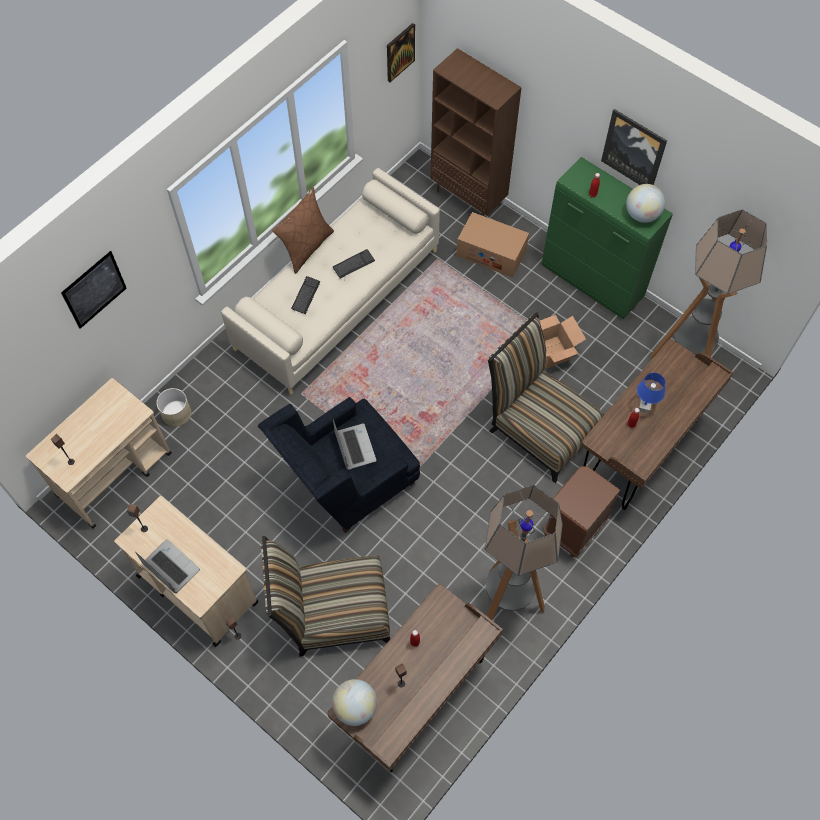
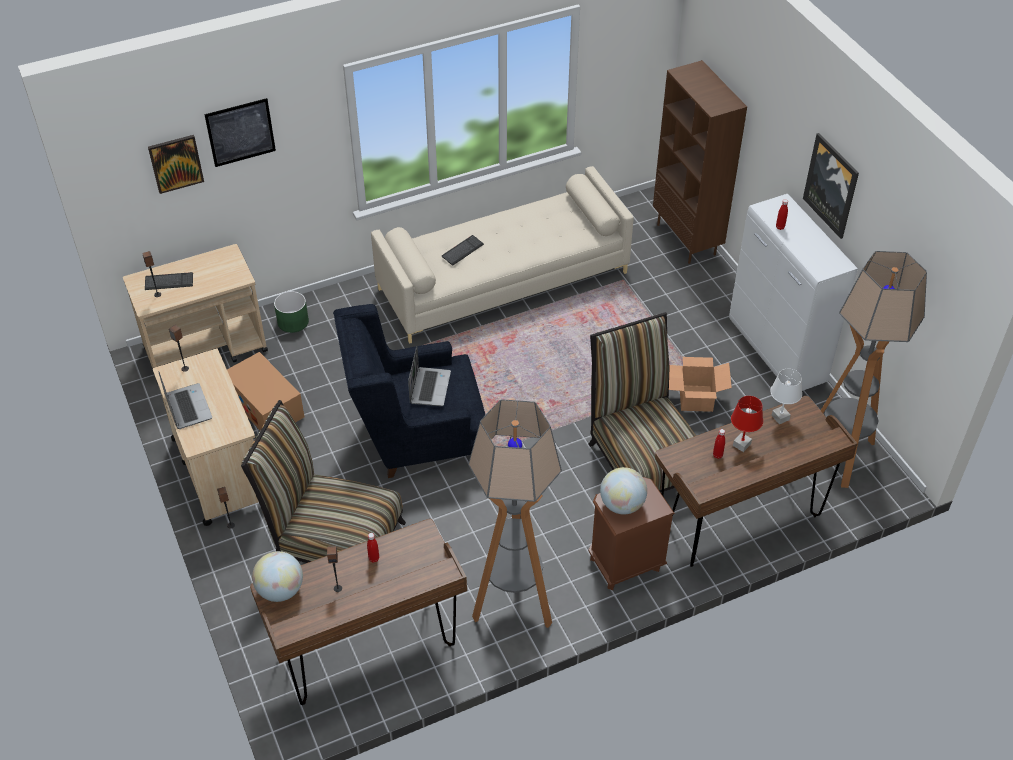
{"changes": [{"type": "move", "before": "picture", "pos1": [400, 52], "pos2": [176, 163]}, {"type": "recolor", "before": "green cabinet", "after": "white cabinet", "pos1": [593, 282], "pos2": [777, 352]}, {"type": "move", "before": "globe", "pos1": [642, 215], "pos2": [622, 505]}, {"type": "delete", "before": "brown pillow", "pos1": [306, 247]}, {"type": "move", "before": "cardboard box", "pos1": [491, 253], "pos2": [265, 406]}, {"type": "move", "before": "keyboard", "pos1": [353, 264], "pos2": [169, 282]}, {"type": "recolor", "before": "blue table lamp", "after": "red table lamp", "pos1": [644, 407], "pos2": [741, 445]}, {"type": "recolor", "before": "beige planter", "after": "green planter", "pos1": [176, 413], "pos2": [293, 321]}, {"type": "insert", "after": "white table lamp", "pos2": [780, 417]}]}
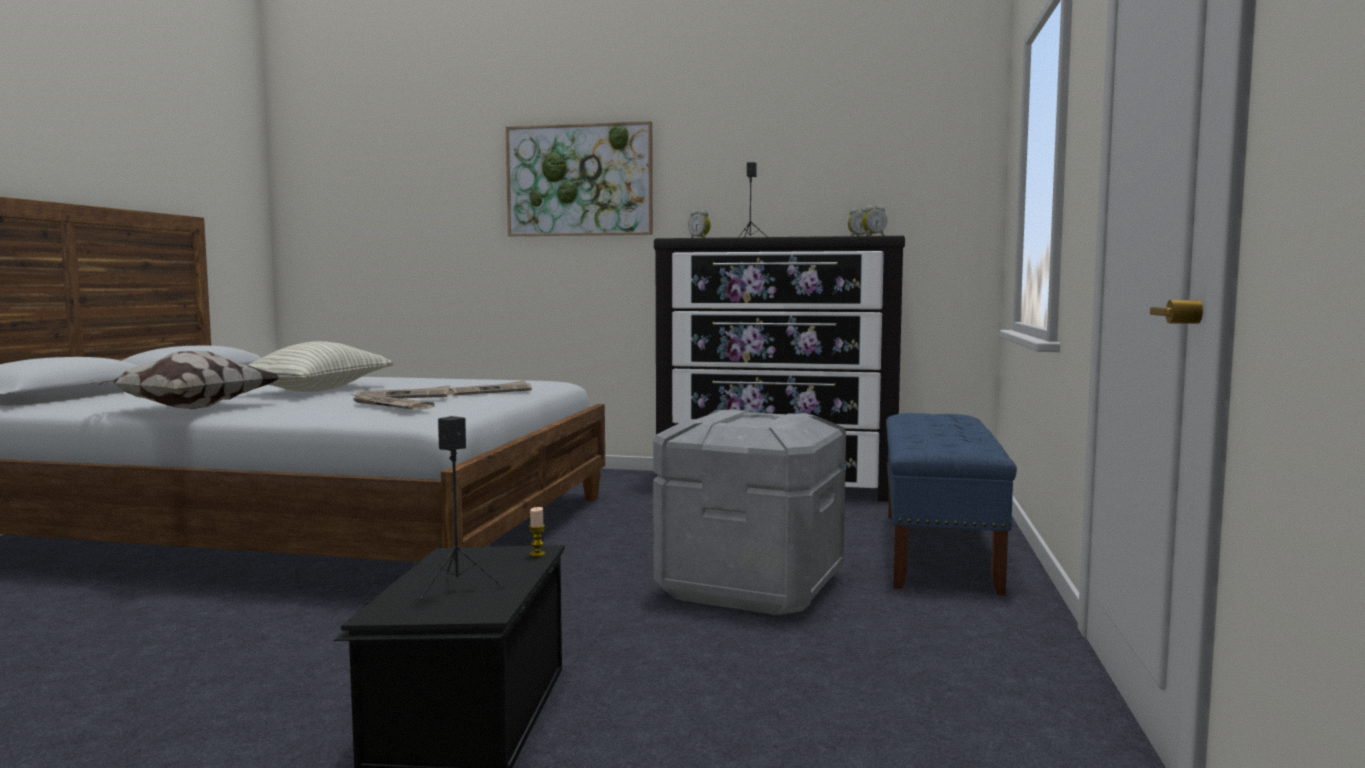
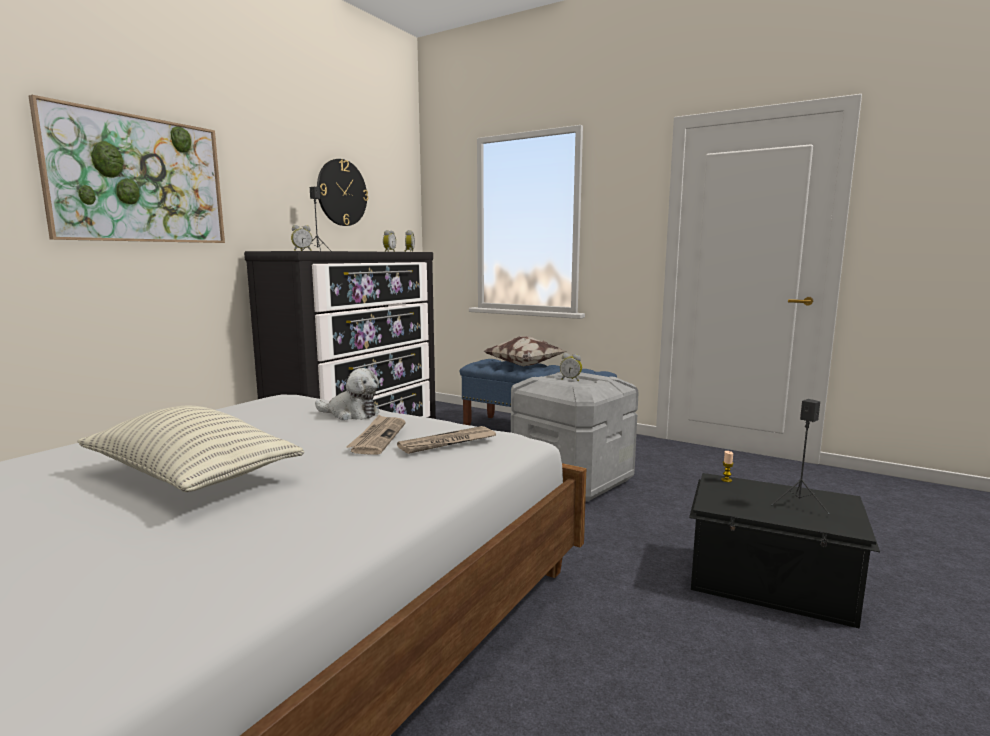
{"changes": [{"type": "move", "before": "pillow", "pos1": [189, 408], "pos2": [524, 366]}, {"type": "replace", "before": "newspaper", "after": "plush toy", "pos1": [490, 391], "pos2": [351, 414]}, {"type": "insert", "after": "wall clock", "pos2": [342, 192]}, {"type": "insert", "after": "alarm clock", "pos2": [571, 380]}]}
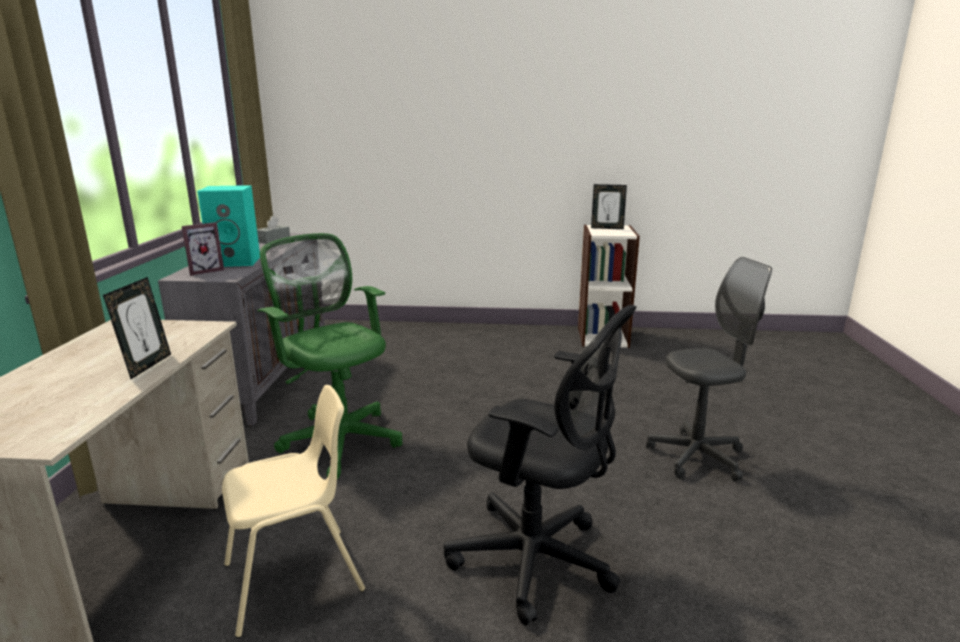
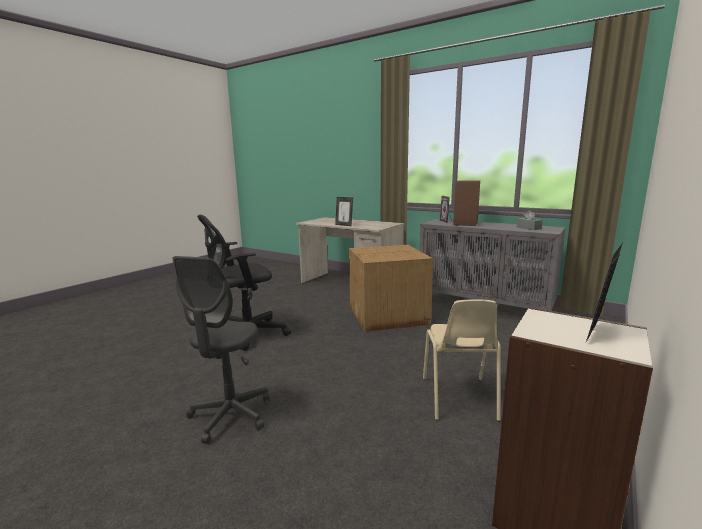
{"changes": [{"type": "recolor", "before": "turquoise speaker", "after": "brown speaker", "pos1": [237, 261], "pos2": [466, 224]}, {"type": "replace", "before": "green office chair", "after": "cardboard box", "pos1": [339, 438], "pos2": [389, 315]}, {"type": "move", "before": "beige chair", "pos1": [295, 579], "pos2": [458, 399]}]}
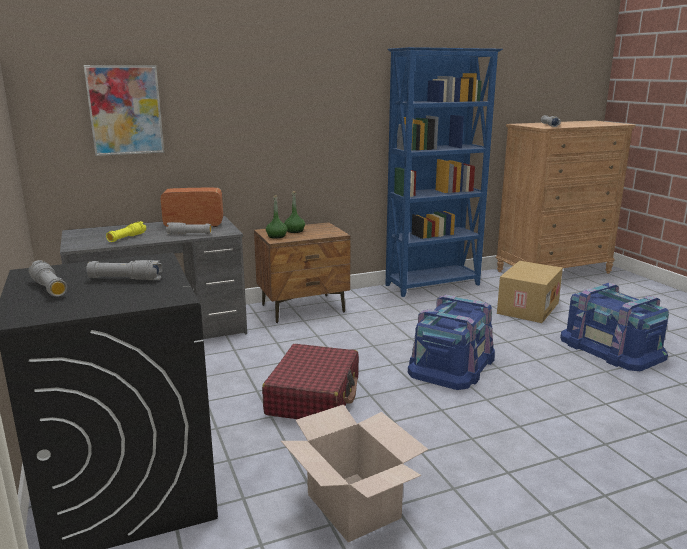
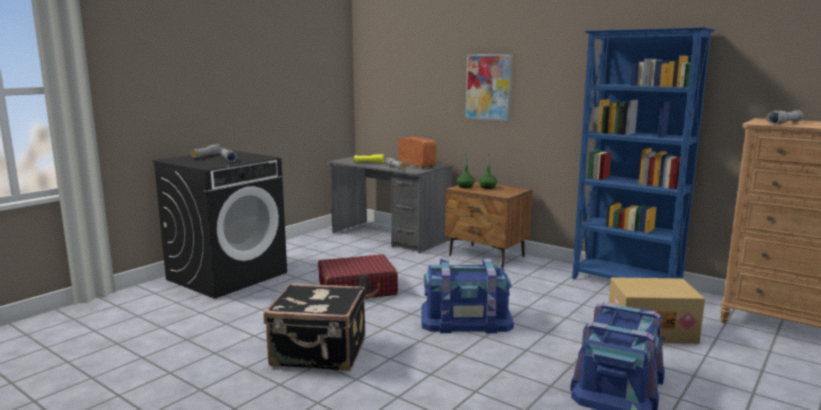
{"changes": [{"type": "move", "before": "picture", "pos1": [125, 110], "pos2": [488, 87]}, {"type": "delete", "before": "cardboard box", "pos1": [352, 506]}, {"type": "insert", "after": "black suitcase", "pos2": [319, 353]}]}
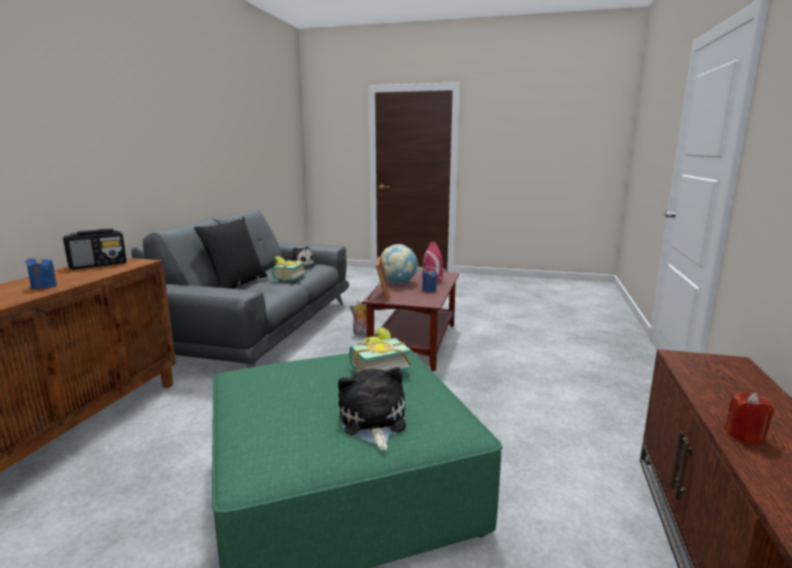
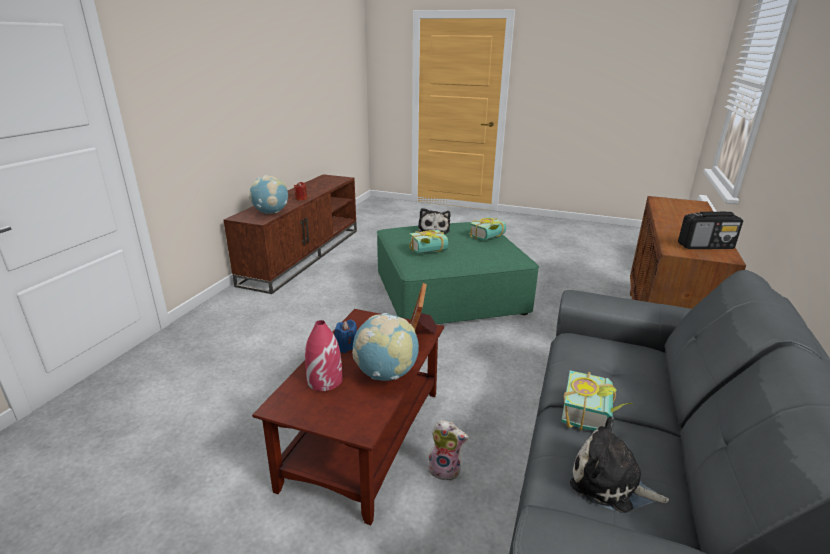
{"changes": [{"type": "delete", "before": "black pillow", "pos1": [236, 284]}, {"type": "rotate", "before": "radio", "pos1": [99, 265], "pos2": [706, 246], "turn": -150}, {"type": "delete", "before": "blue candle", "pos1": [44, 286]}, {"type": "insert", "after": "globe", "pos2": [271, 212]}, {"type": "insert", "after": "book", "pos2": [489, 237]}]}
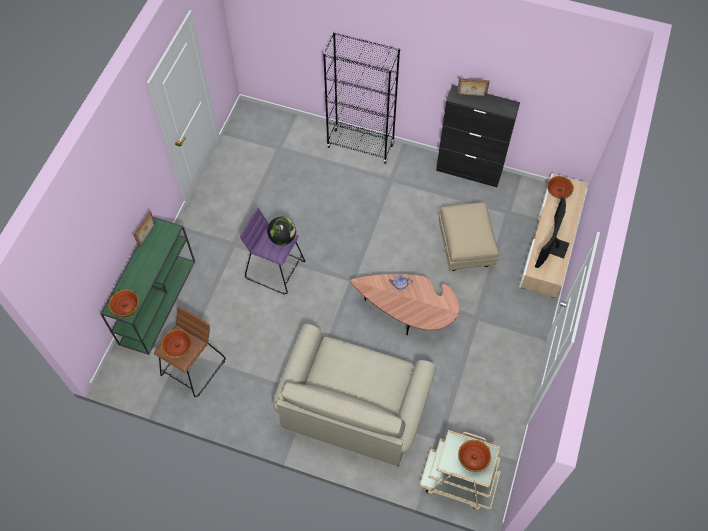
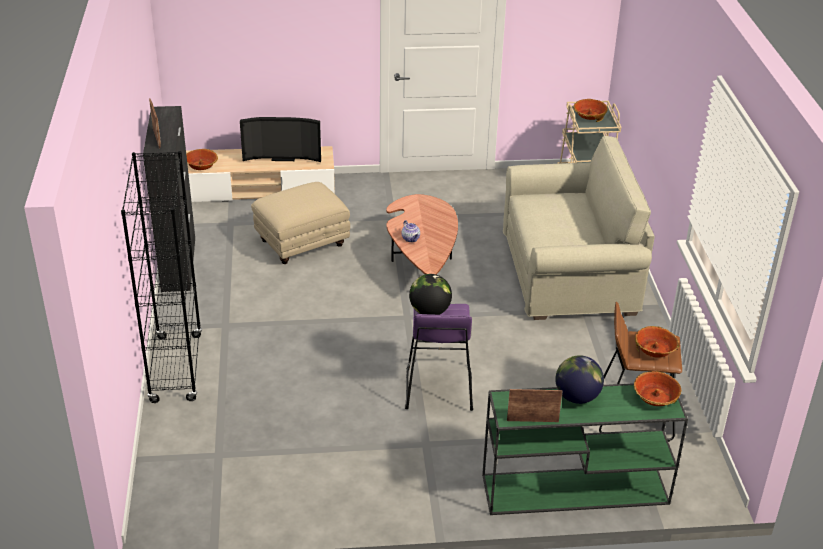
{"changes": [{"type": "insert", "after": "globe", "pos2": [577, 397]}]}
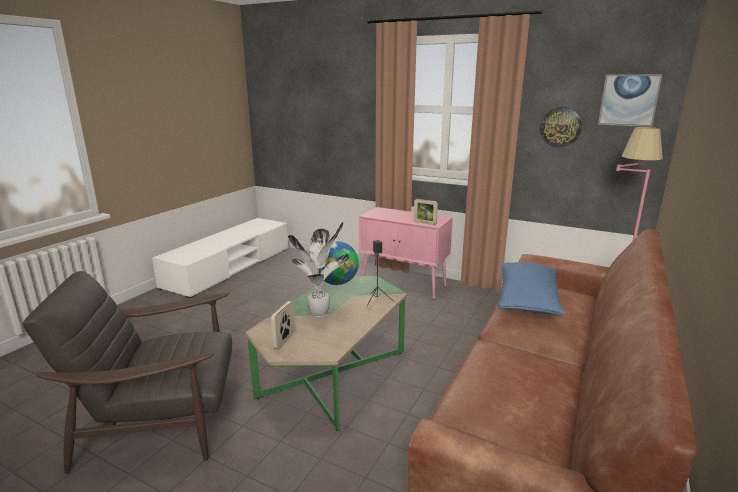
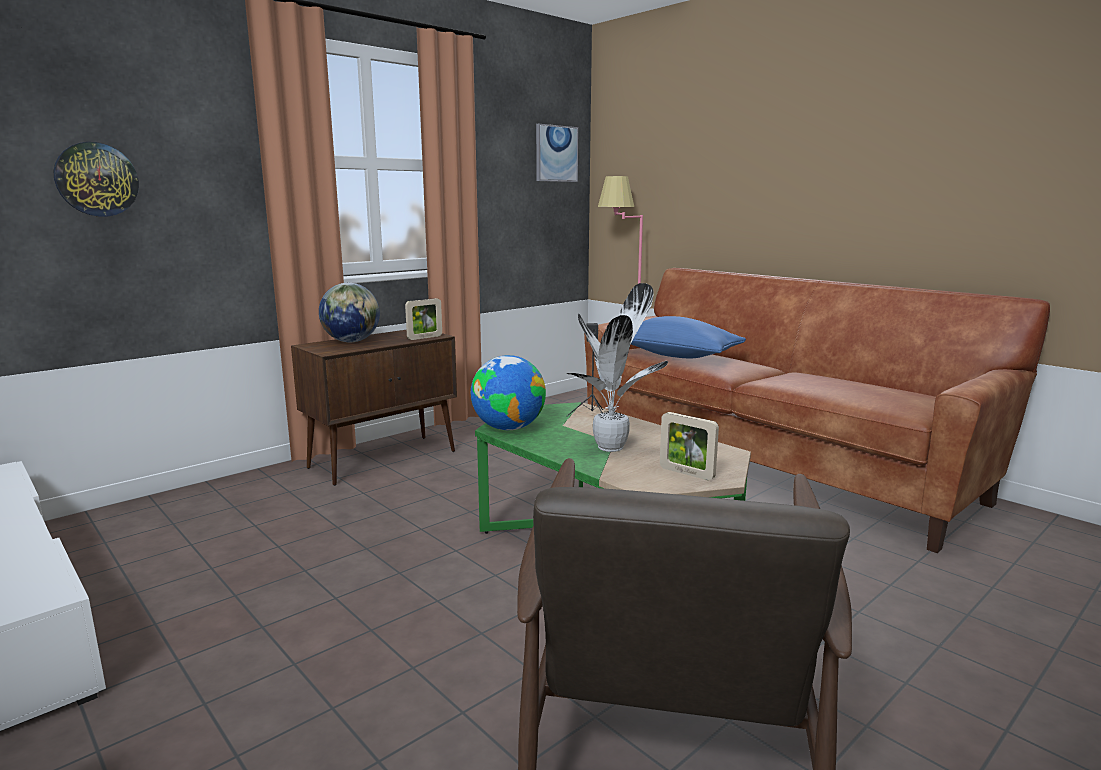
{"changes": [{"type": "move", "before": "wall clock", "pos1": [560, 127], "pos2": [96, 179]}, {"type": "recolor", "before": "pink cabinet", "after": "brown cabinet", "pos1": [404, 284], "pos2": [384, 459]}, {"type": "insert", "after": "globe", "pos2": [352, 341]}]}
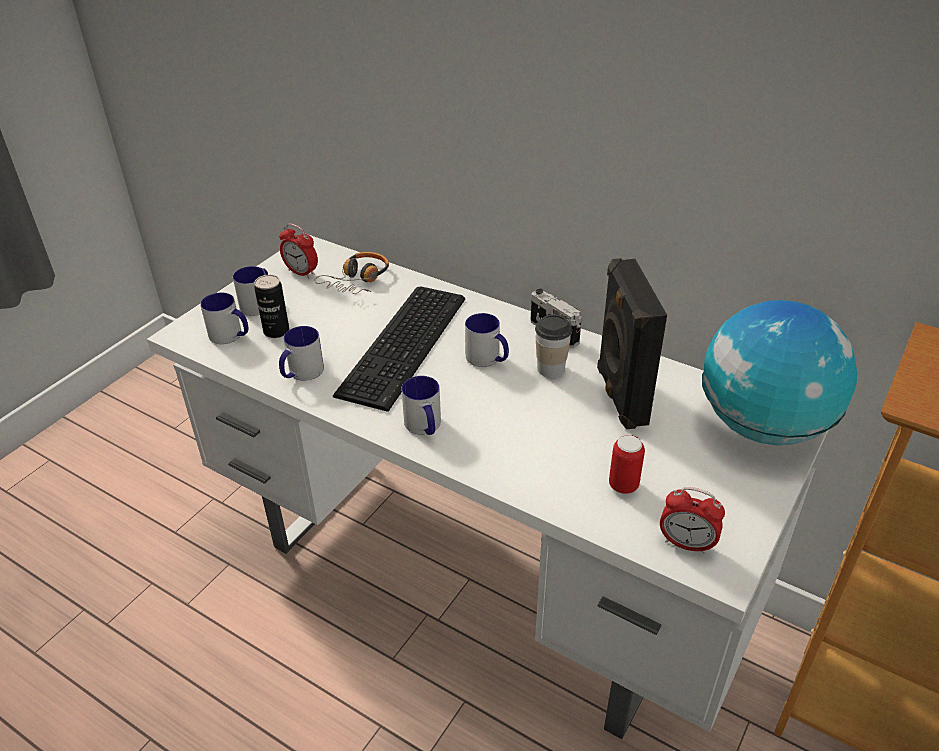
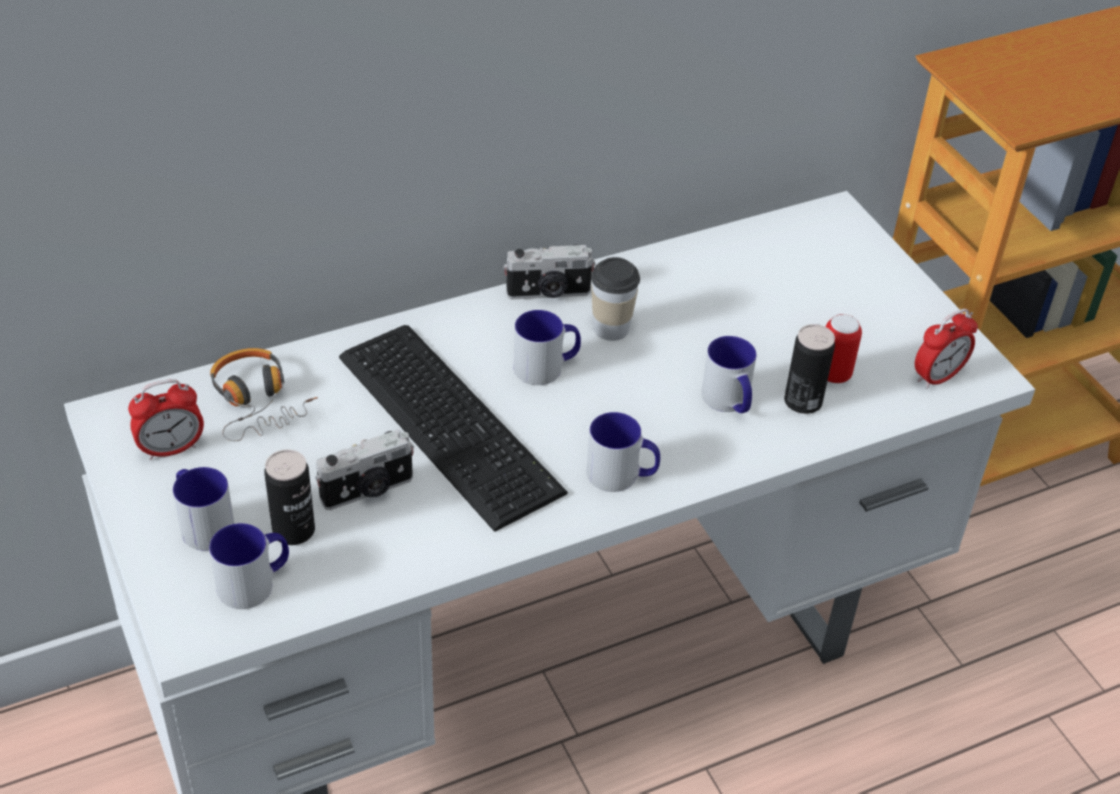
{"changes": [{"type": "delete", "before": "black speaker", "pos1": [619, 396]}, {"type": "delete", "before": "globe", "pos1": [763, 425]}, {"type": "move", "before": "mug", "pos1": [301, 373], "pos2": [729, 402]}, {"type": "insert", "after": "can", "pos2": [803, 402]}, {"type": "insert", "after": "photo camera", "pos2": [368, 491]}]}
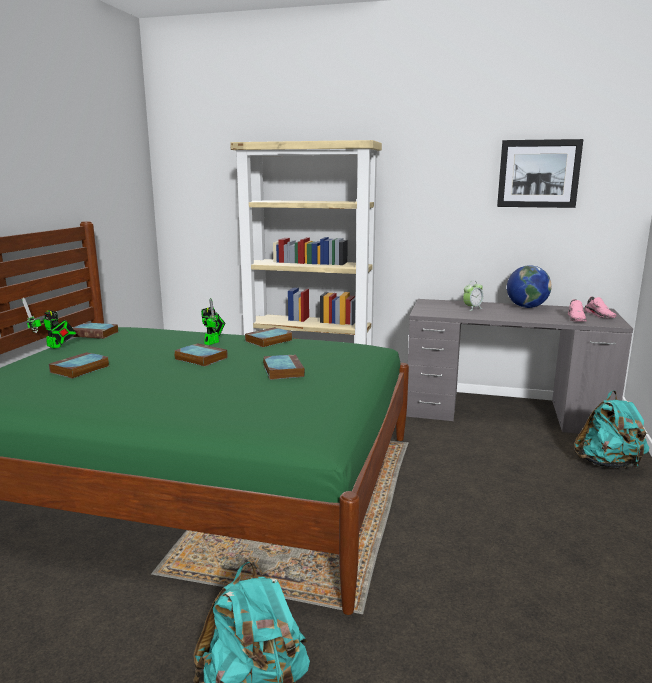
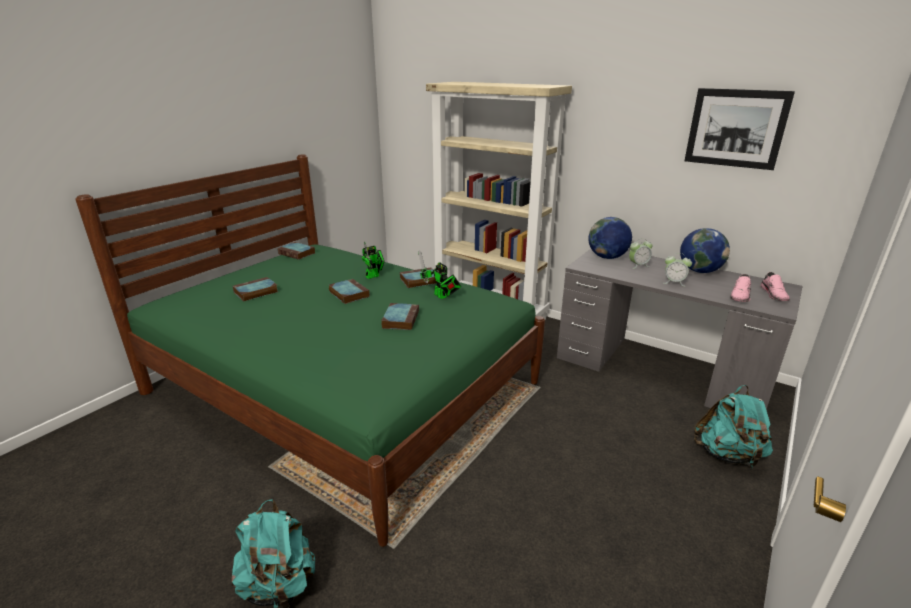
{"changes": [{"type": "move", "before": "toy robot", "pos1": [55, 346], "pos2": [441, 296]}, {"type": "insert", "after": "globe", "pos2": [607, 257]}, {"type": "insert", "after": "alarm clock", "pos2": [674, 282]}]}
